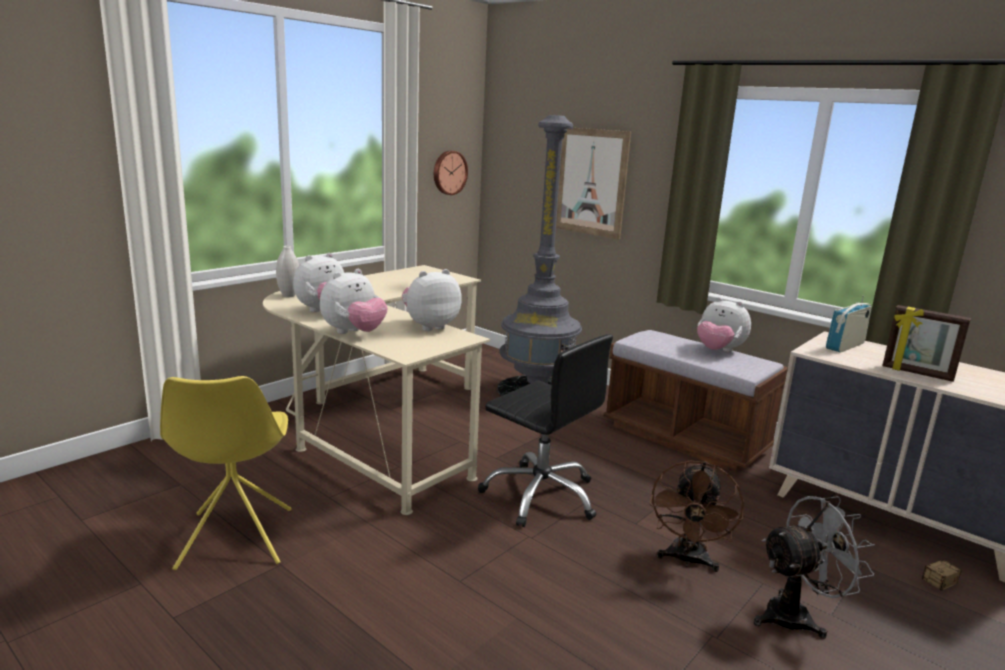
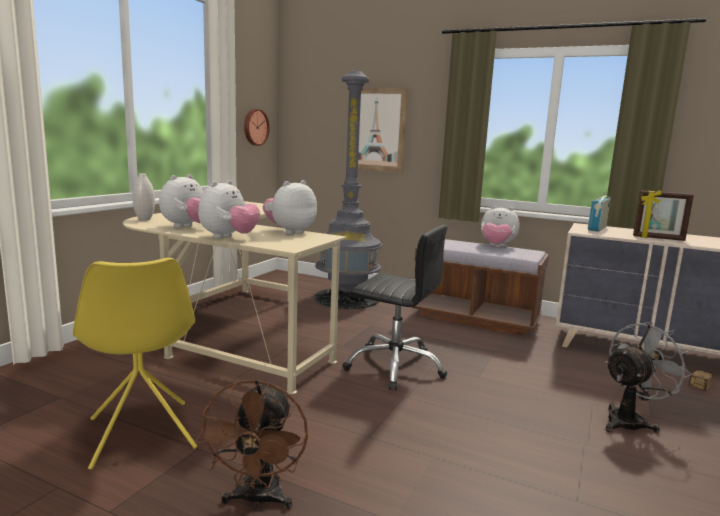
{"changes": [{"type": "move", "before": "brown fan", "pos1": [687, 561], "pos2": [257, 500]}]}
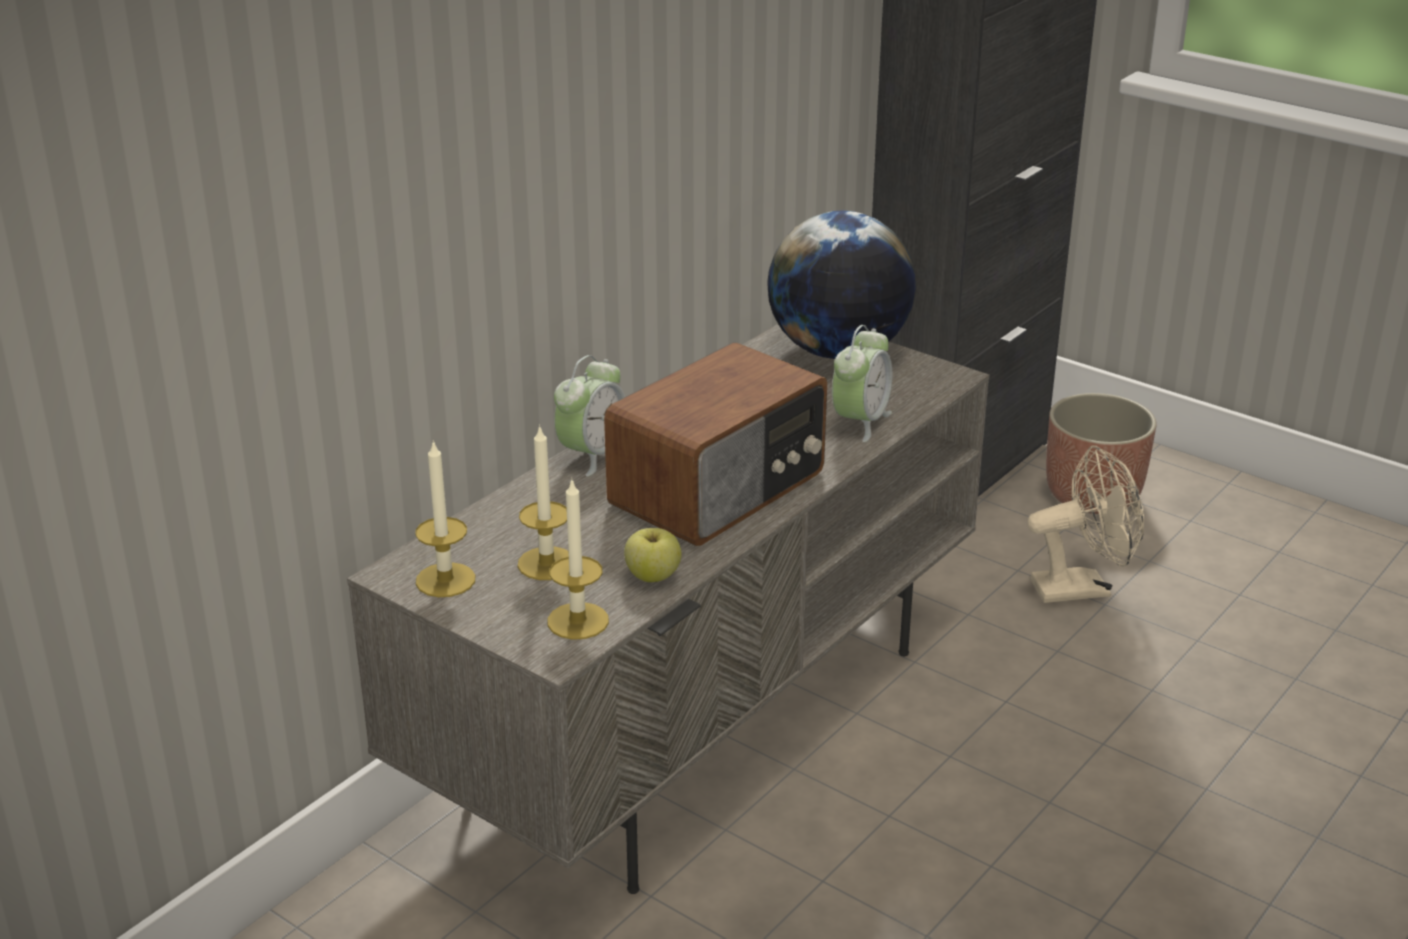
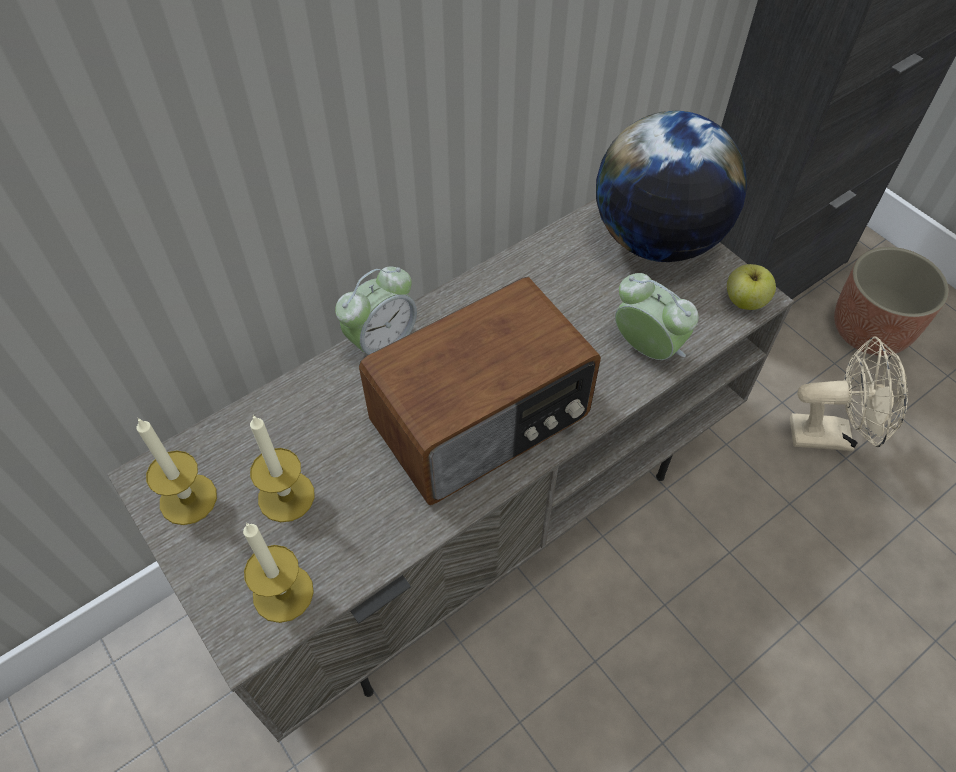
{"changes": [{"type": "rotate", "before": "alarm clock", "pos1": [860, 422], "pos2": [646, 348], "turn": -90}, {"type": "move", "before": "apple", "pos1": [653, 576], "pos2": [745, 301]}]}
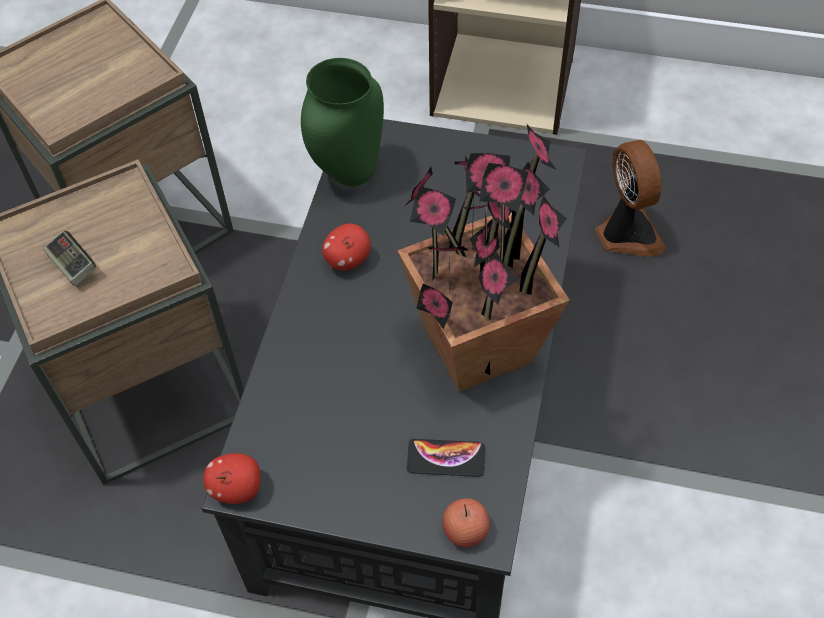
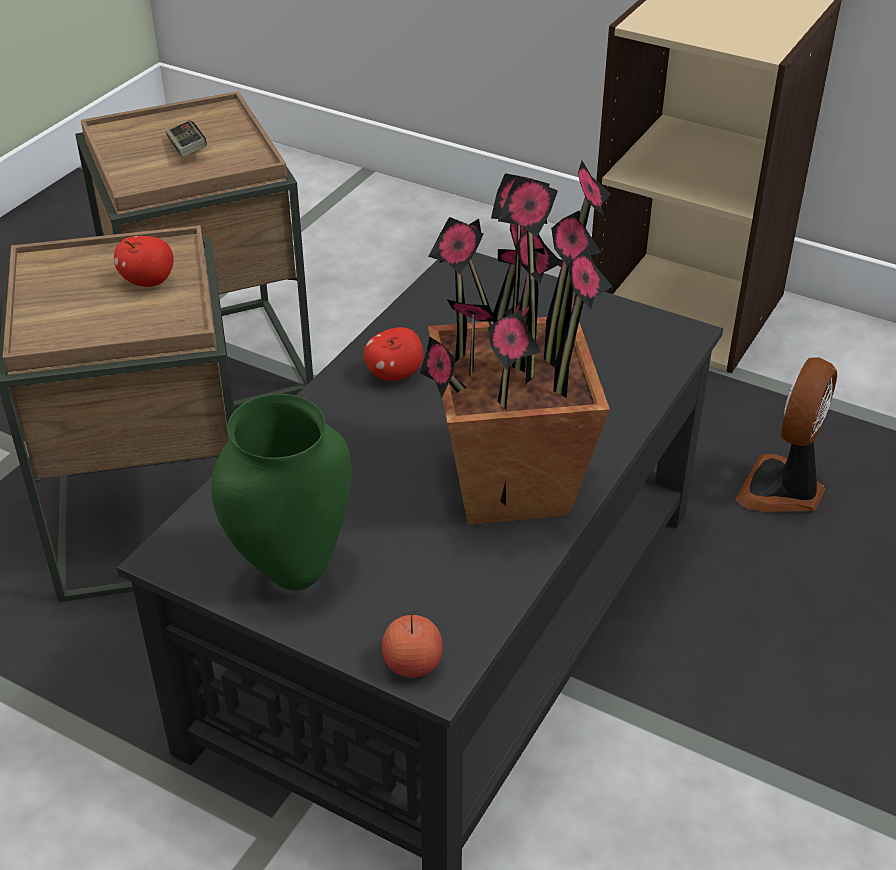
{"changes": [{"type": "move", "before": "green vase", "pos1": [350, 176], "pos2": [293, 574]}, {"type": "rotate", "before": "fan", "pos1": [626, 234], "pos2": [783, 490], "turn": -150}, {"type": "move", "before": "game controller", "pos1": [72, 265], "pos2": [187, 149]}, {"type": "delete", "before": "phone", "pos1": [445, 458]}, {"type": "move", "before": "apple", "pos1": [237, 489], "pos2": [148, 281]}]}
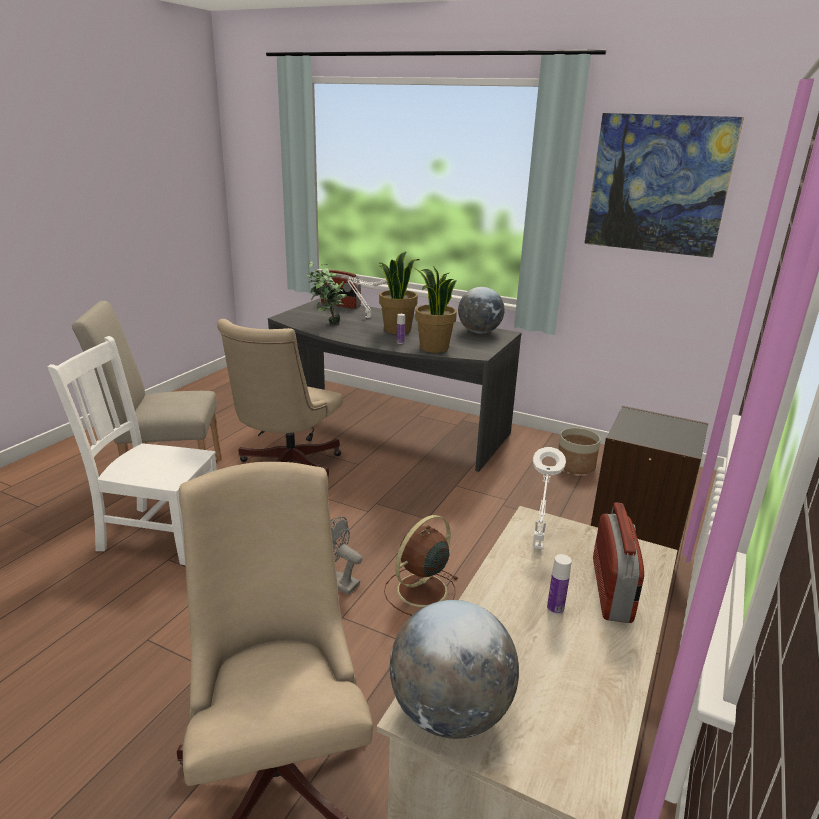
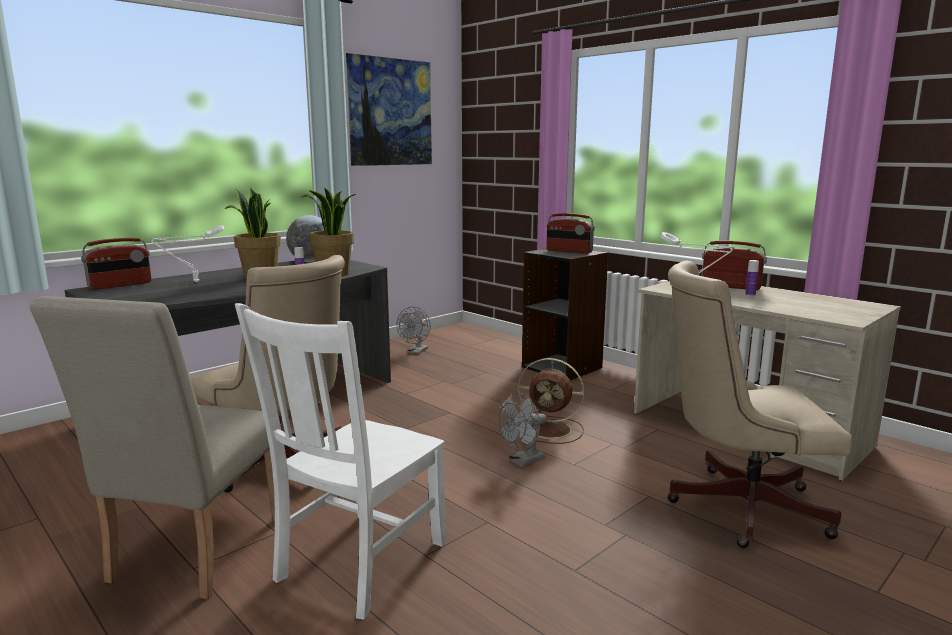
{"changes": [{"type": "delete", "before": "potted plant", "pos1": [326, 324]}, {"type": "replace", "before": "planter", "after": "grey fan", "pos1": [576, 466], "pos2": [416, 352]}, {"type": "rotate", "before": "brown fan", "pos1": [420, 591], "pos2": [551, 430], "turn": -45}, {"type": "delete", "before": "globe", "pos1": [449, 713]}, {"type": "insert", "after": "radio", "pos2": [569, 251]}]}
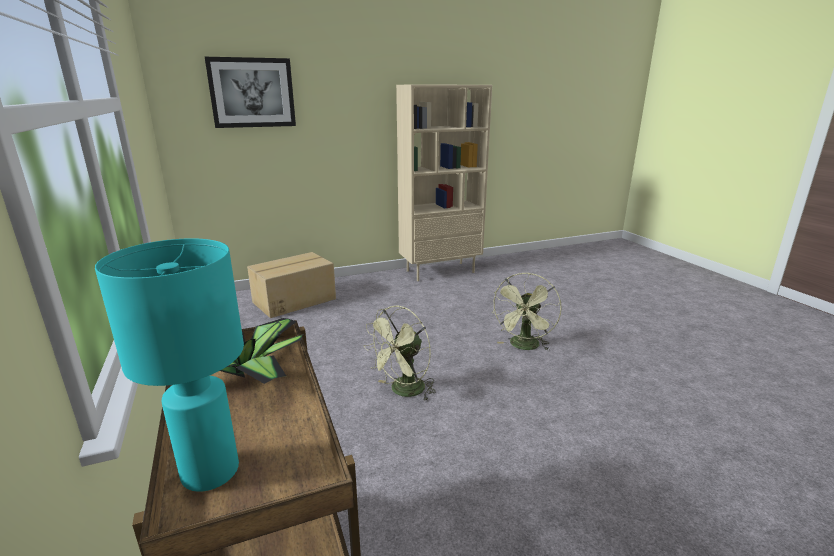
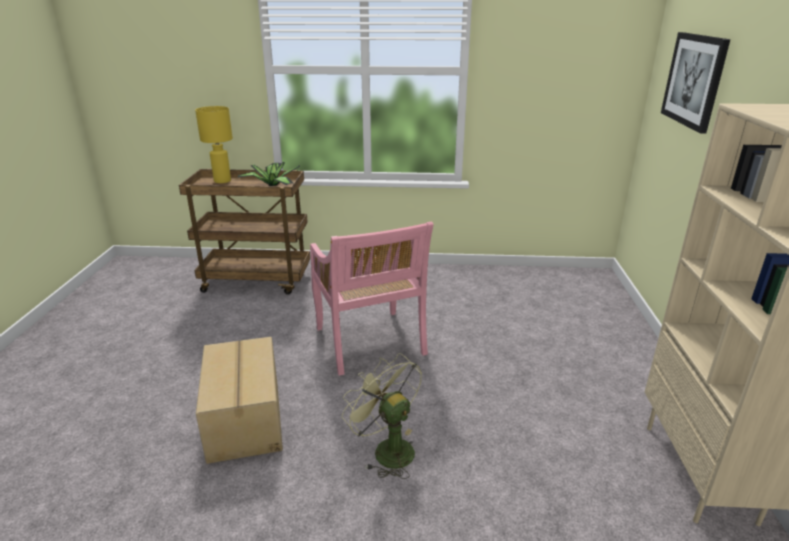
{"changes": [{"type": "recolor", "before": "turquoise table lamp", "after": "yellow table lamp", "pos1": [209, 471], "pos2": [223, 181]}, {"type": "move", "before": "cardboard box", "pos1": [293, 300], "pos2": [246, 418]}, {"type": "replace", "before": "green fan", "after": "pink chair", "pos1": [403, 391], "pos2": [370, 343]}]}
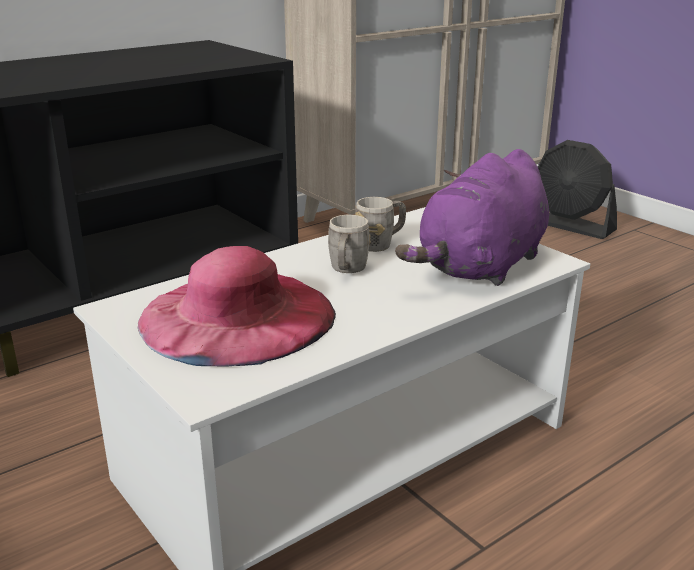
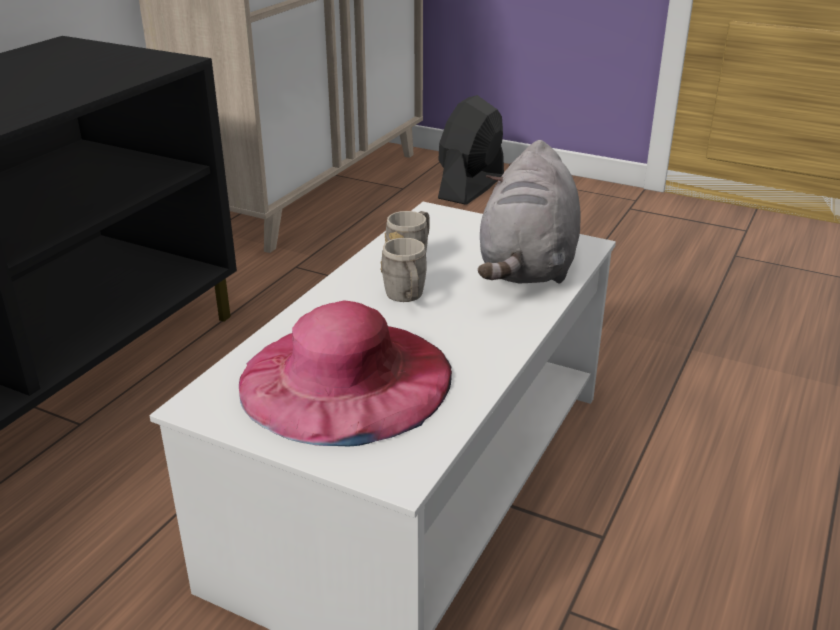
{"changes": [{"type": "rotate", "before": "black fan", "pos1": [569, 225], "pos2": [471, 187], "turn": 105}, {"type": "recolor", "before": "purple plush toy", "after": "grey plush toy", "pos1": [481, 267], "pos2": [528, 266]}]}
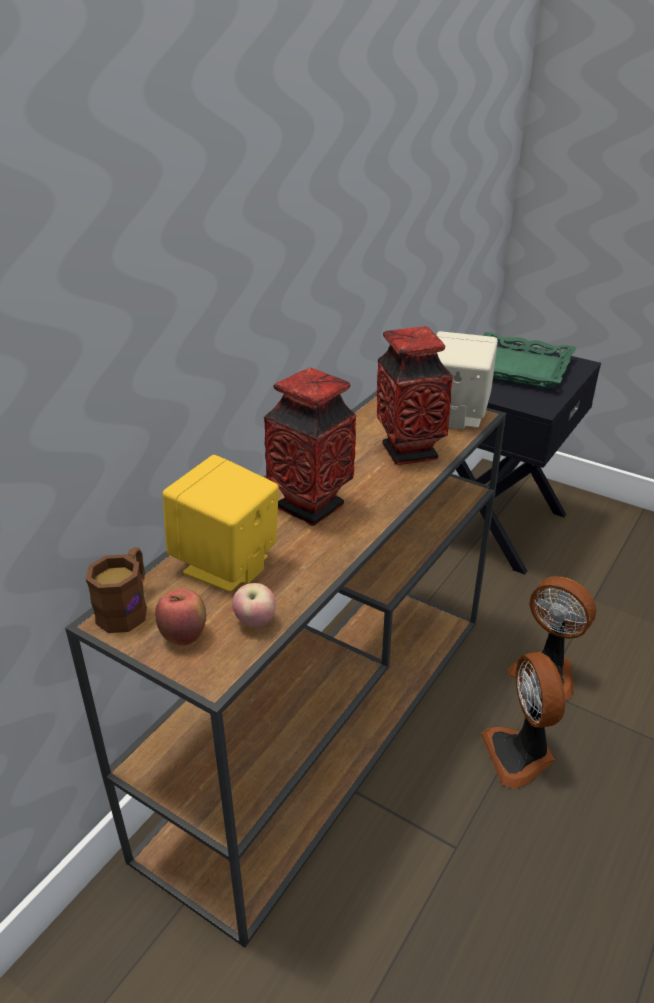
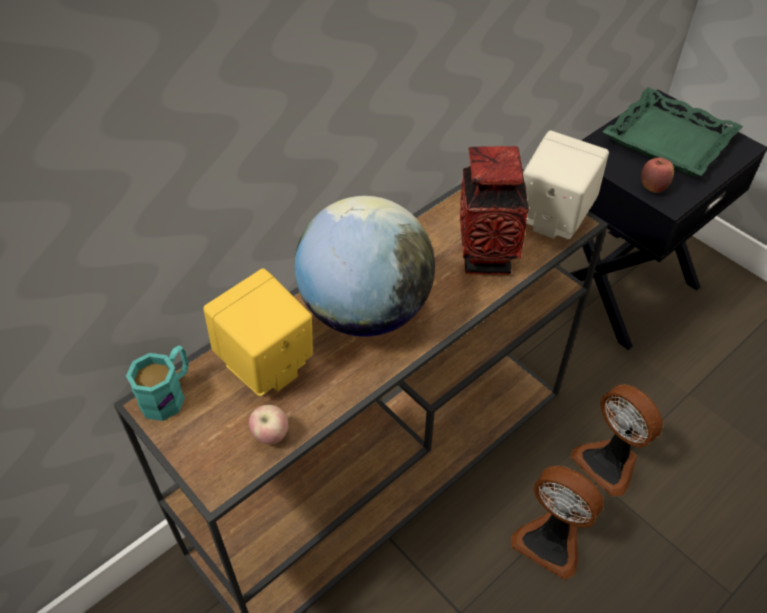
{"changes": [{"type": "replace", "before": "vase", "after": "globe", "pos1": [311, 507], "pos2": [365, 311]}, {"type": "recolor", "before": "brown mug", "after": "turquoise mug", "pos1": [127, 607], "pos2": [168, 394]}, {"type": "move", "before": "apple", "pos1": [184, 636], "pos2": [653, 187]}, {"type": "rotate", "before": "fan", "pos1": [520, 754], "pos2": [551, 540], "turn": -60}]}
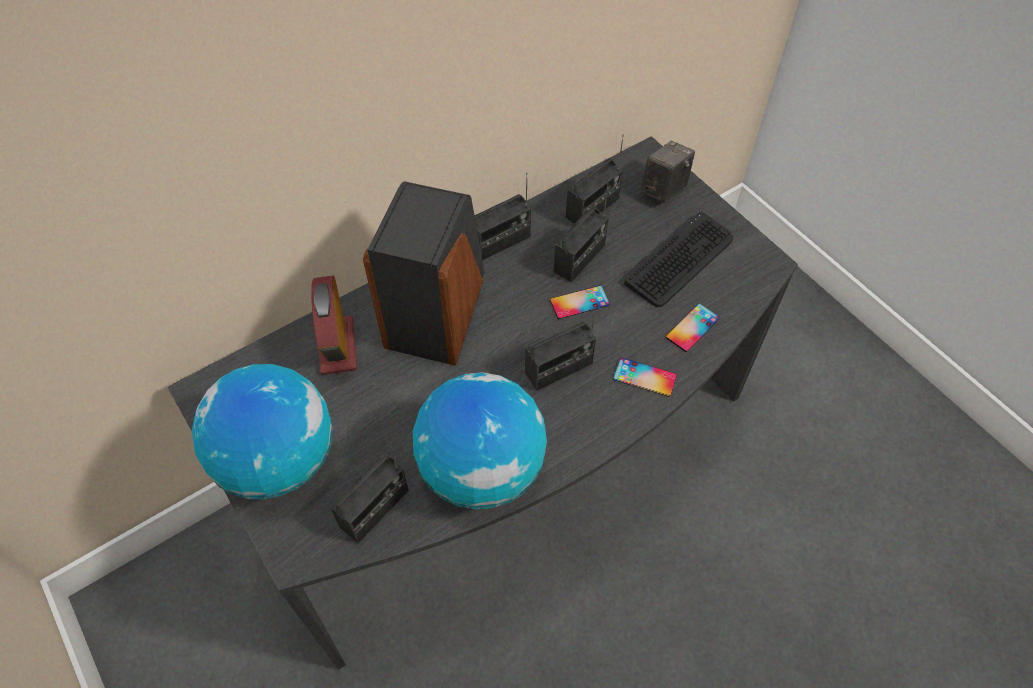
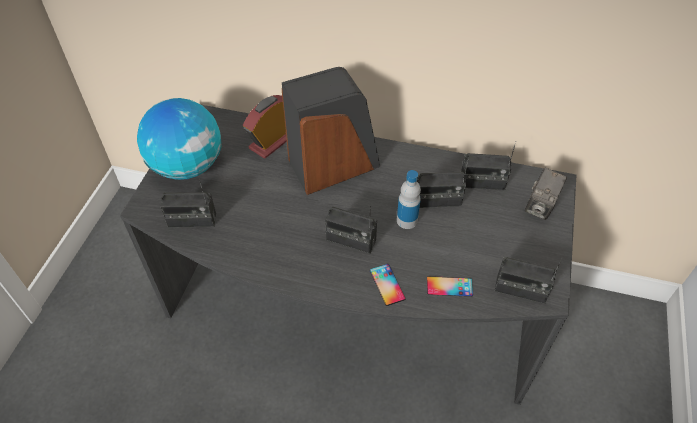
{"changes": [{"type": "rotate", "before": "photo camera", "pos1": [663, 189], "pos2": [540, 207], "turn": 120}, {"type": "move", "before": "radio", "pos1": [500, 242], "pos2": [520, 290]}, {"type": "delete", "before": "keyboard", "pos1": [680, 260]}, {"type": "replace", "before": "phone", "after": "bottle", "pos1": [579, 302], "pos2": [407, 220]}, {"type": "delete", "before": "globe", "pos1": [482, 468]}]}
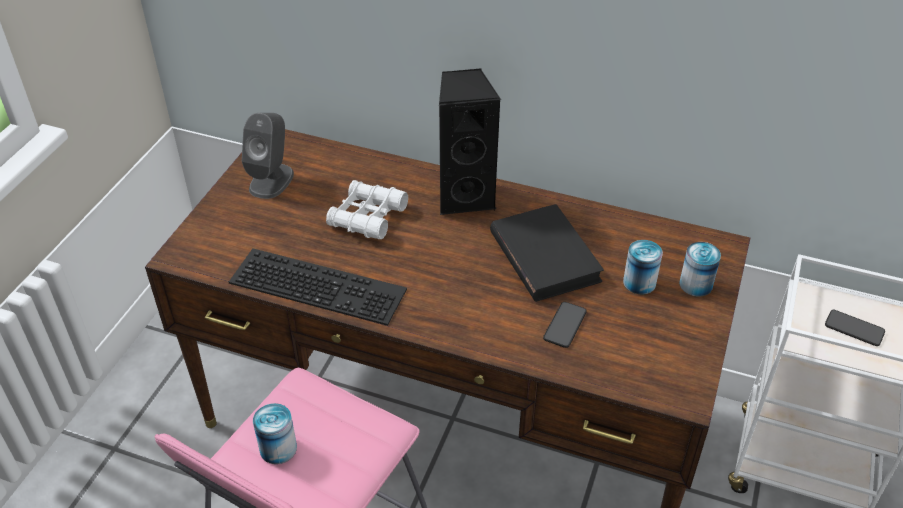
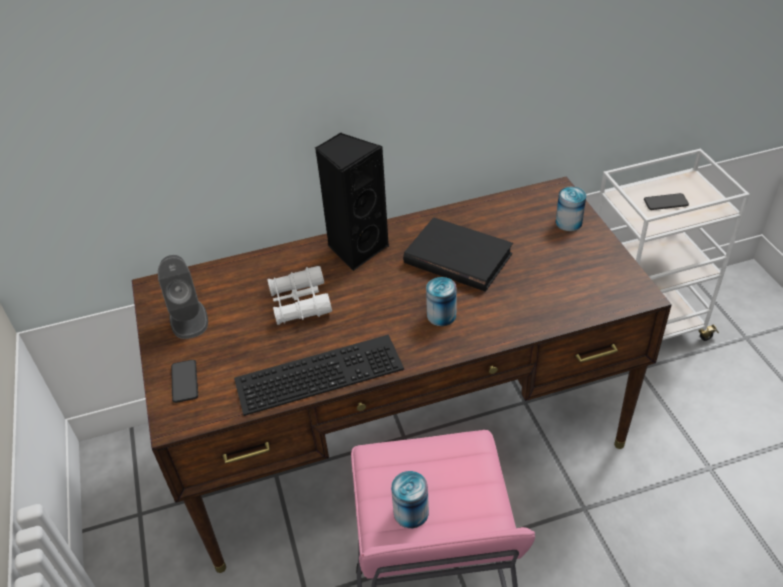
{"changes": [{"type": "move", "before": "can", "pos1": [639, 282], "pos2": [441, 315]}, {"type": "move", "before": "phone", "pos1": [565, 325], "pos2": [184, 381]}]}
